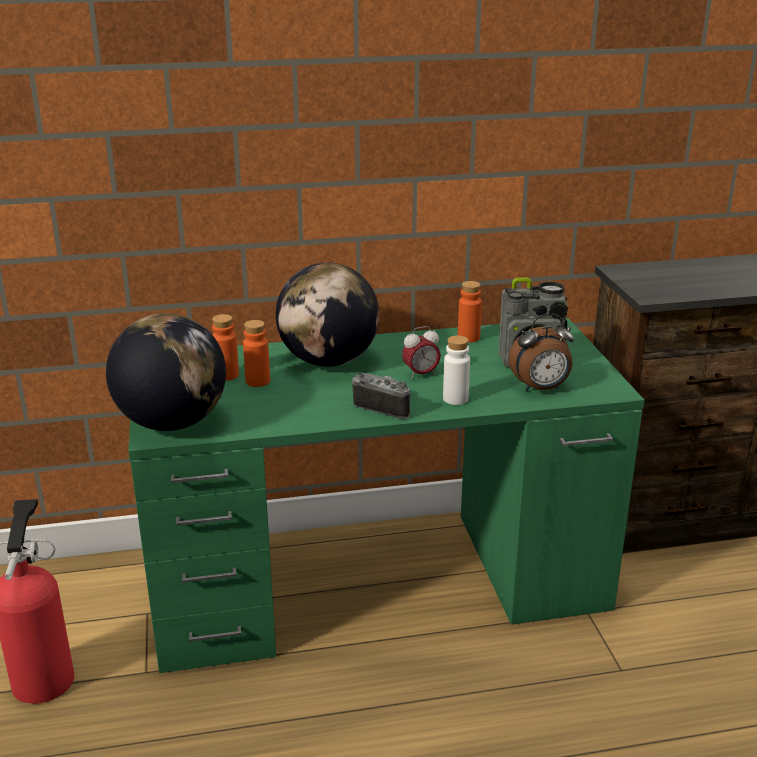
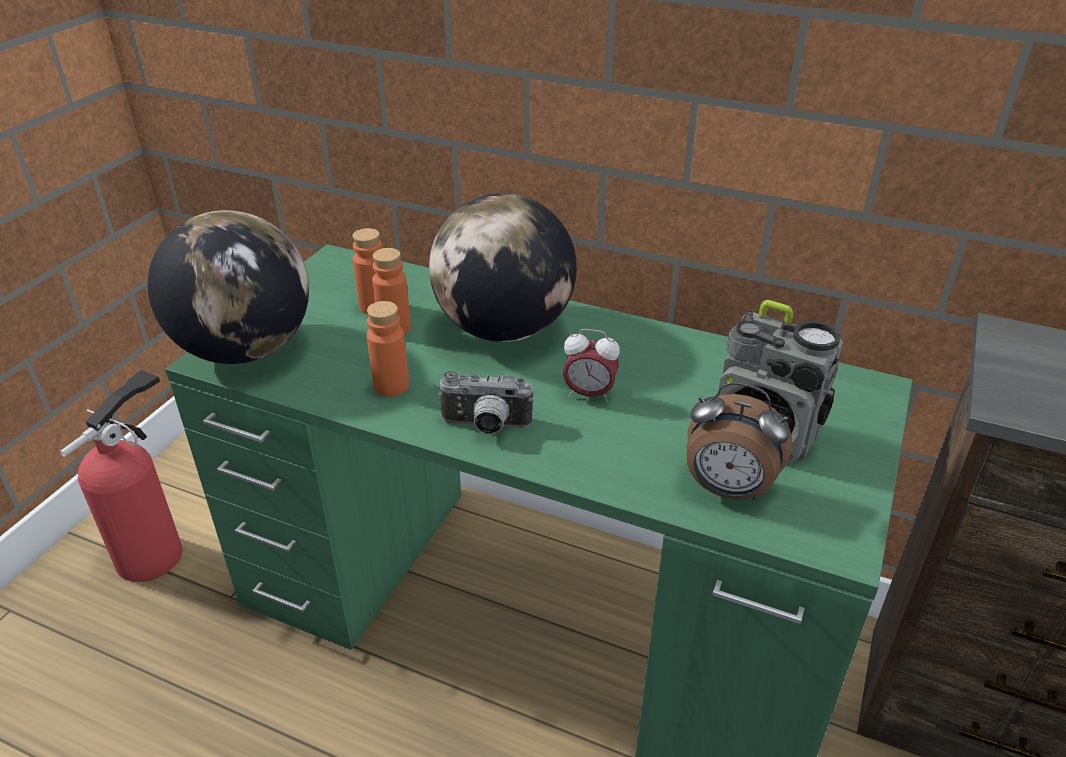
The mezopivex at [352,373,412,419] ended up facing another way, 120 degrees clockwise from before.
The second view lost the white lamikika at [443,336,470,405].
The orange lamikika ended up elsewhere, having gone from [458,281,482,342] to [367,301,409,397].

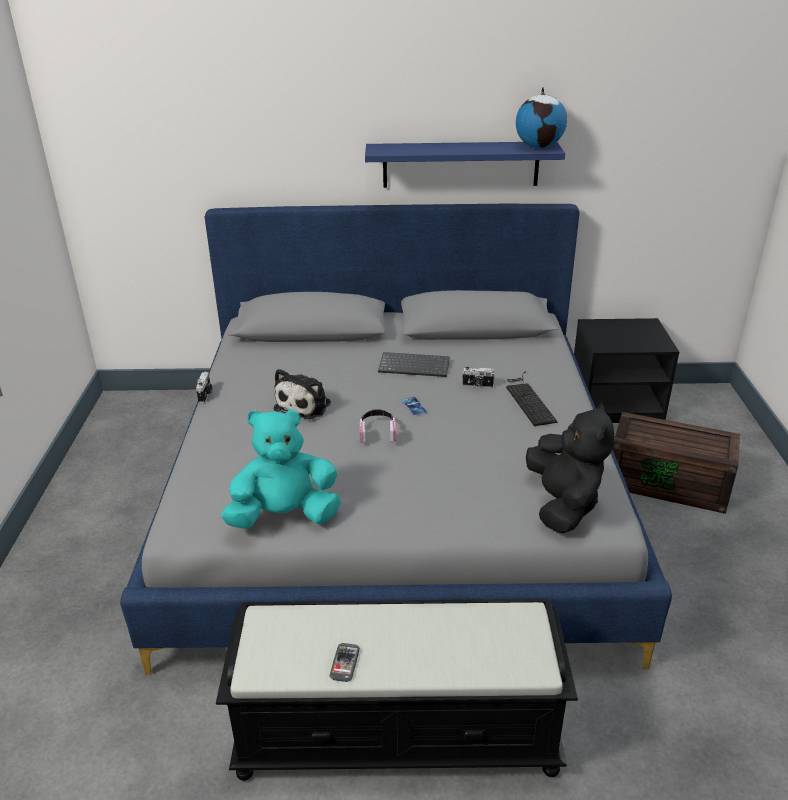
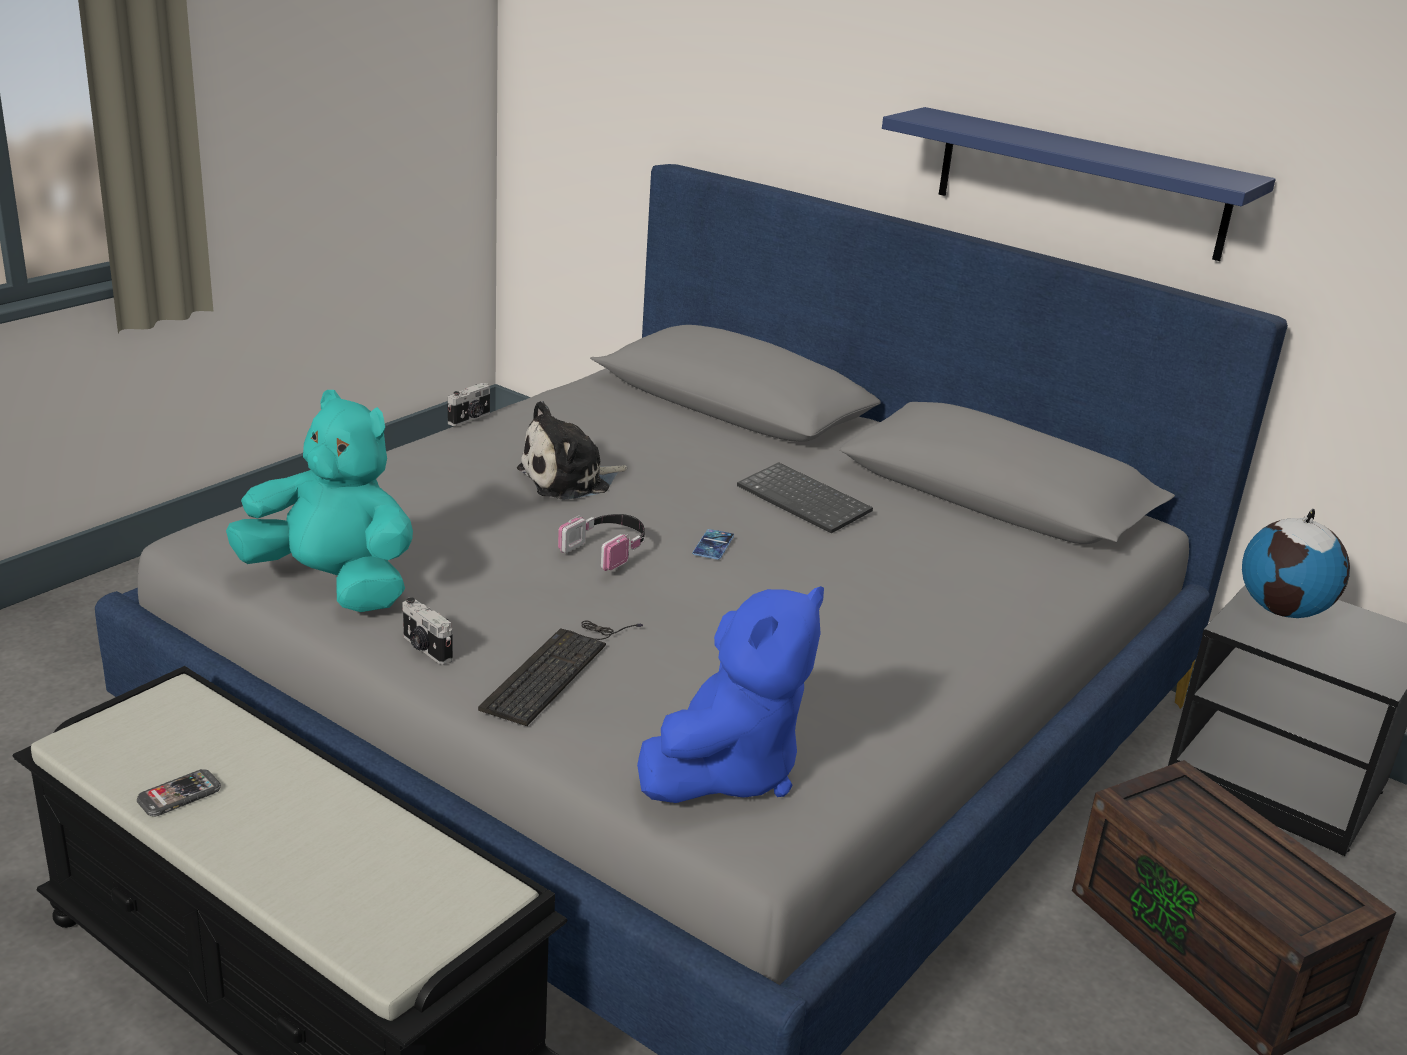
The mezopivex ended up elsewhere, having gone from [462,367,495,388] to [402,597,453,665].
The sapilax ended up elsewhere, having gone from [506,371,558,426] to [478,620,643,726].
The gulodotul ended up elsewhere, having gone from [516,87,567,148] to [1242,509,1350,618].
What was the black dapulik at [526,402,614,534] turned into the blue dapulik at [637,586,824,803].

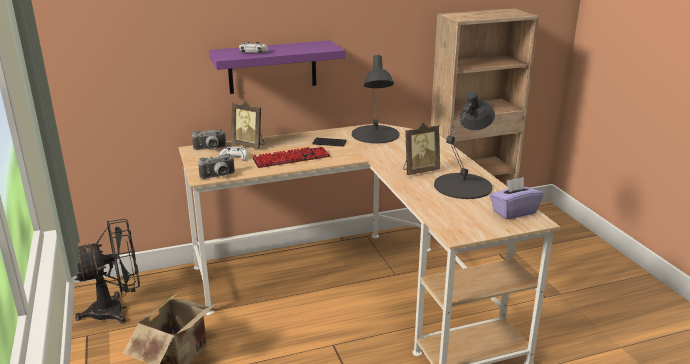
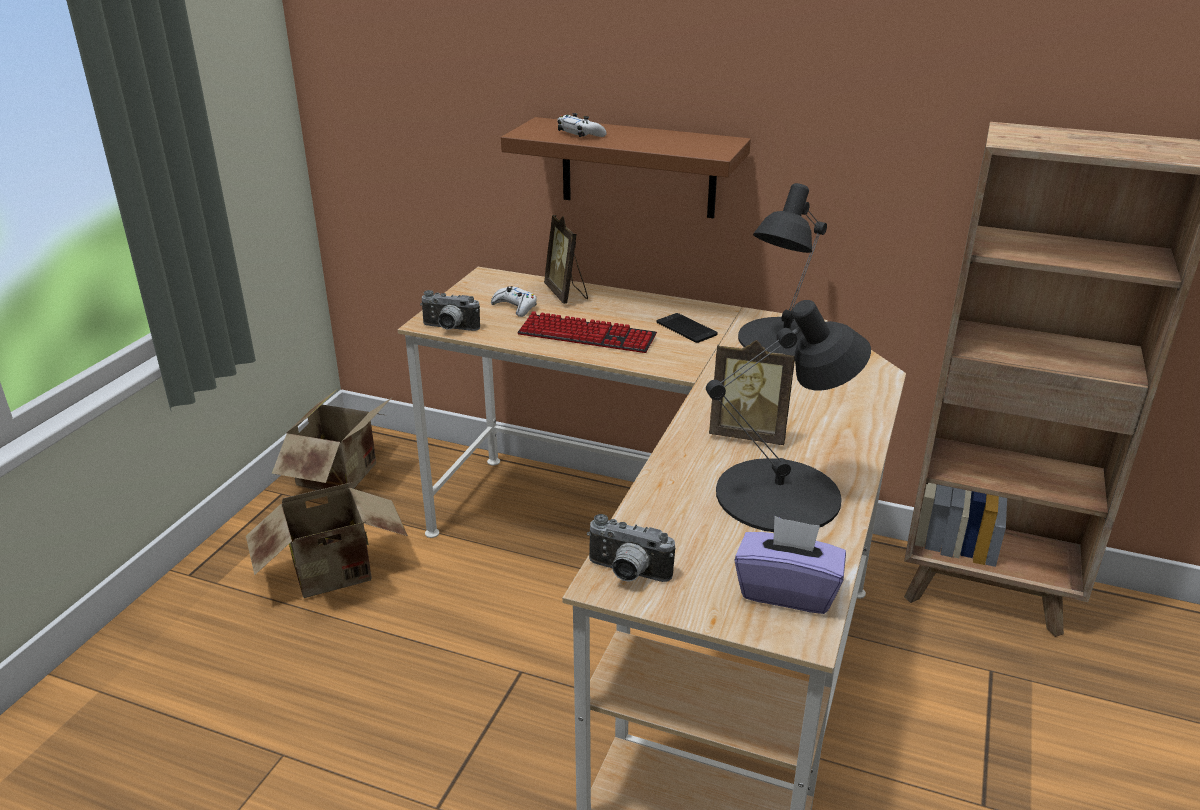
Where the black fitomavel stood at [74,219,140,324], the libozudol came to stand at [272,390,391,490].
The mezopivex ended up elsewhere, having gone from [192,129,226,150] to [587,514,675,582].
What was the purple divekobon at [209,40,345,94] turned into the brown divekobon at [501,117,751,218].

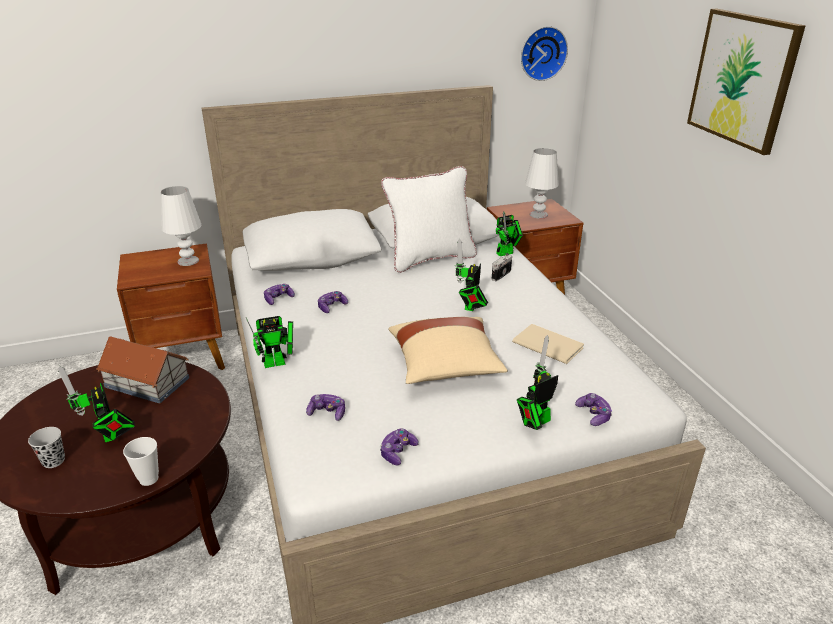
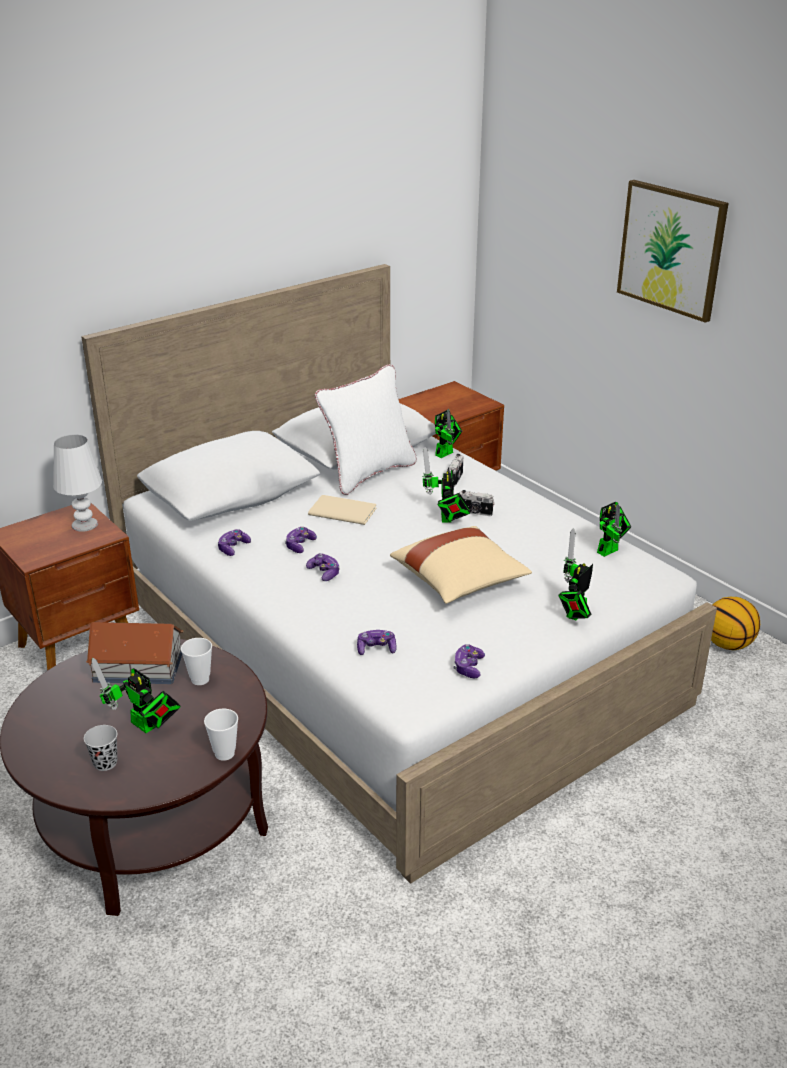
The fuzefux ended up elsewhere, having gone from [246,316,293,368] to [597,502,631,557].
The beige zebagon ended up elsewhere, having gone from [512,324,584,364] to [308,495,377,525].
The second view lost the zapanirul at [521,26,568,81].
The second view lost the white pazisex at [525,148,559,219].
The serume ended up elsewhere, having gone from [575,393,612,426] to [306,553,340,581].
The second view gained the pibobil at [181,638,212,685].
The second view gained the mezopivex at [460,490,495,516].
The second view gained the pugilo at [711,597,760,650].

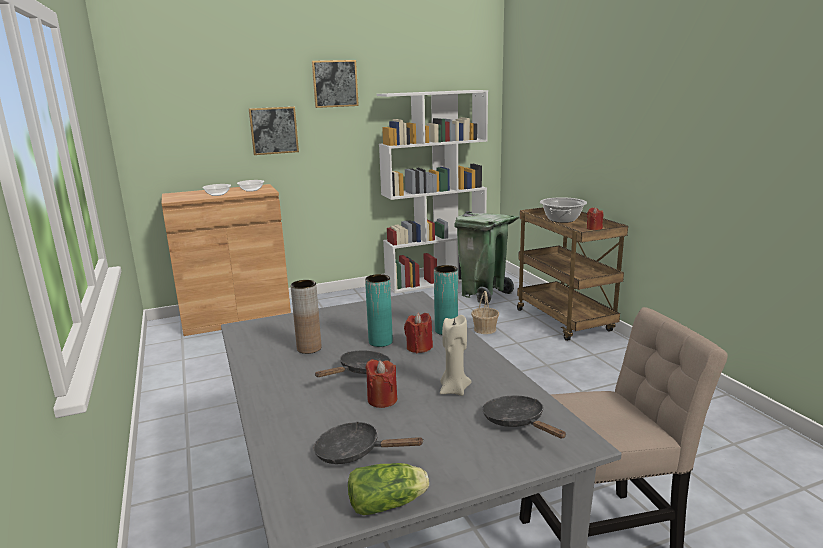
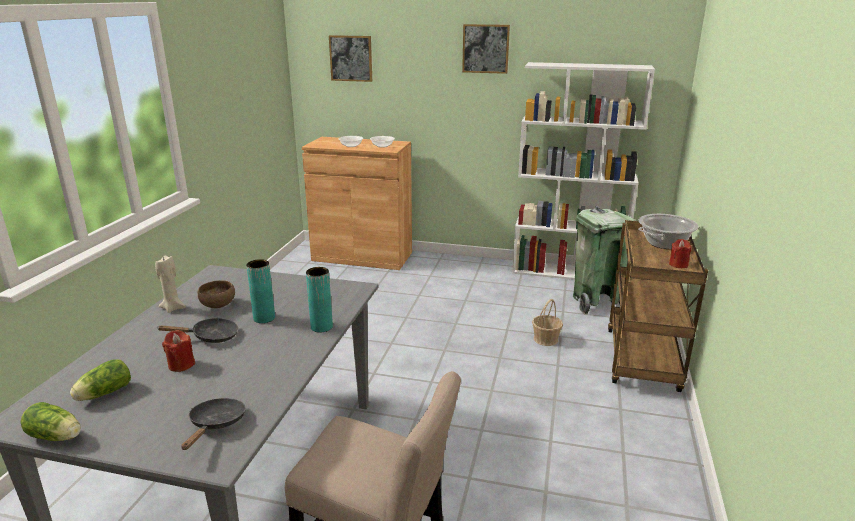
The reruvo ended up elsewhere, having gone from [249,106,299,155] to [329,35,372,82].
Where the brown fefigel stood at [290,280,321,354], the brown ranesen came to stand at [197,280,235,308].
Where the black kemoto stood at [313,421,424,464], the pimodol came to stand at [70,359,131,401].
The second view lost the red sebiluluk at [404,313,433,353].
The beige sebiluluk ended up elsewhere, having gone from [440,315,472,396] to [155,255,186,313].

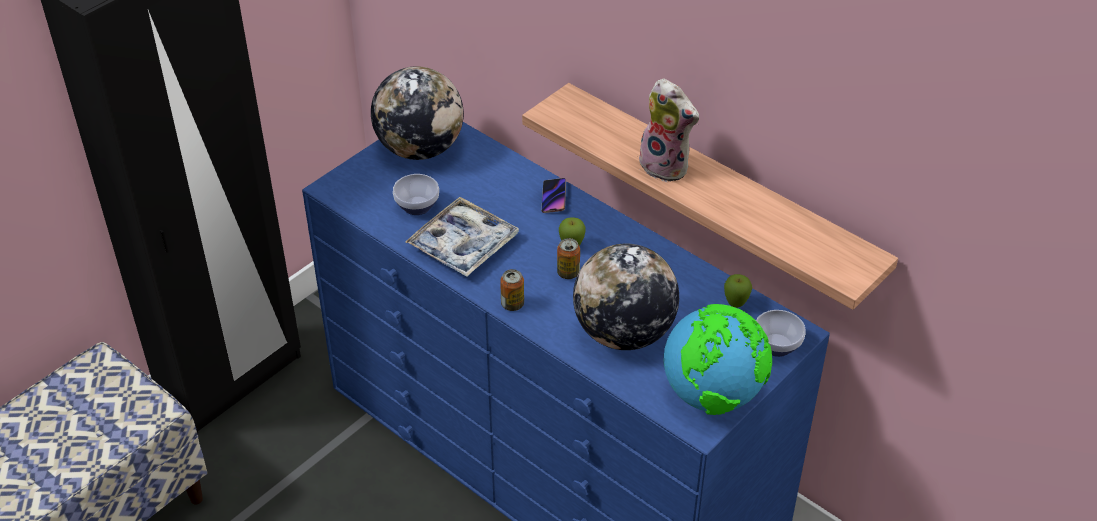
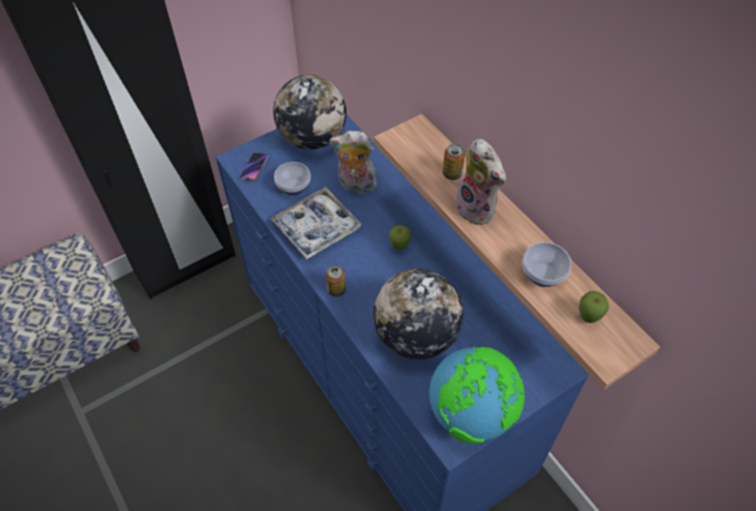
The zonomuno ended up elsewhere, having gone from [541,178,566,213] to [240,153,269,181].
The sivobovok ended up elsewhere, having gone from [557,238,580,279] to [443,144,465,180].
The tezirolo ended up elsewhere, having gone from [724,274,752,308] to [579,291,609,323].
The ranesen ended up elsewhere, having gone from [756,310,805,357] to [522,242,572,287].
The second view gained the dapulik at [330,131,377,193].

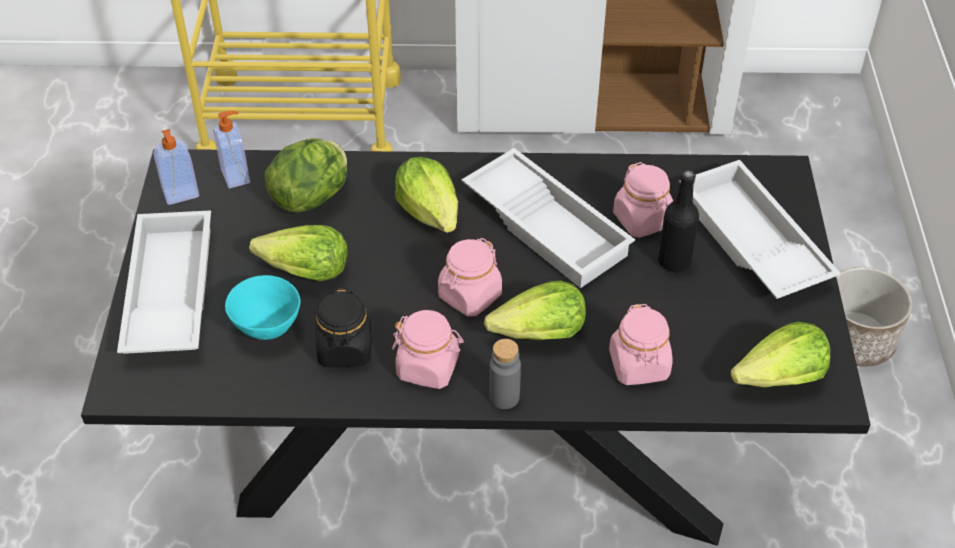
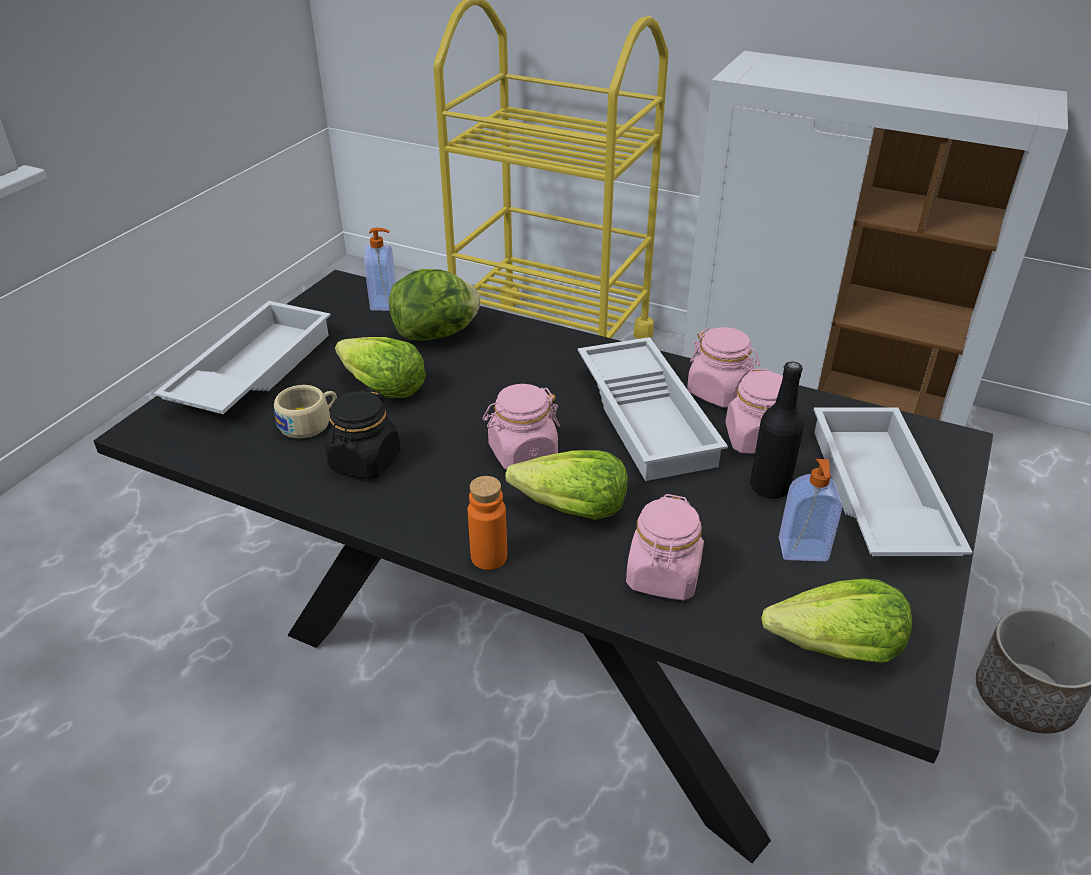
The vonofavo ended up elsewhere, having gone from [153,129,199,205] to [779,459,842,561].
Where the turquoise ranesen stood at [225,275,300,340], the beige pibobil came to stand at [274,385,337,439].
The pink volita ended up elsewhere, having gone from [392,310,464,389] to [687,327,760,408].
The second view lost the pimodol at [395,157,458,233].
What was the grey lamikika at [489,339,521,409] turned into the orange lamikika at [468,476,507,570].

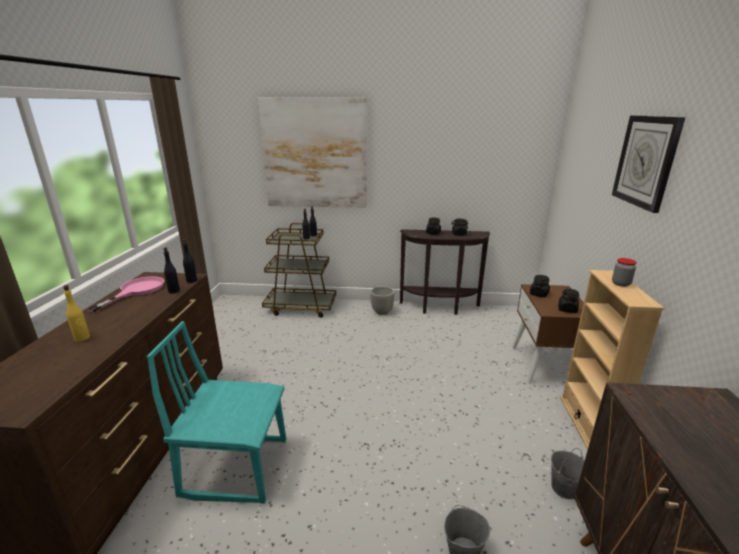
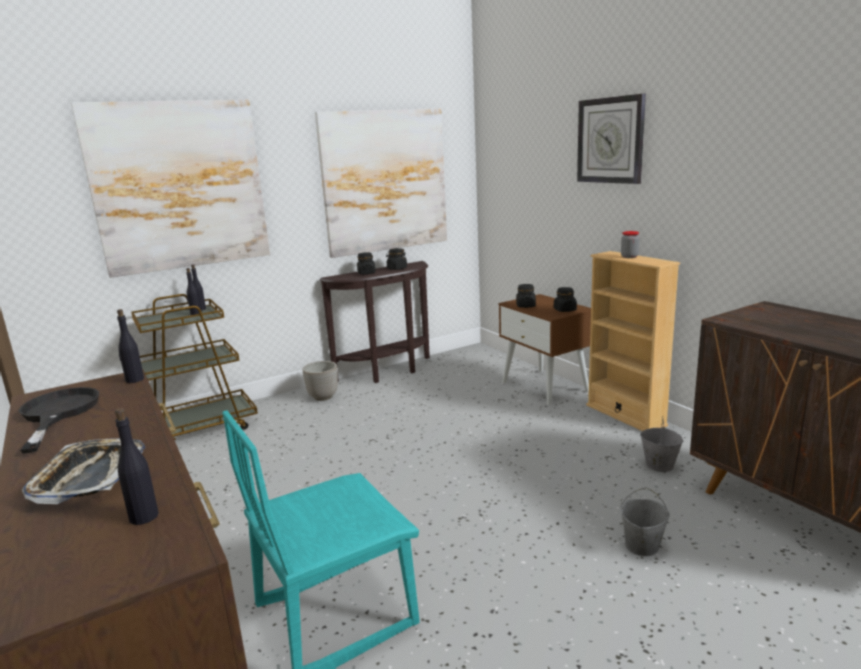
Where the yellow lamikika stood at [63,285,90,342], the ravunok came to stand at [22,438,145,504].
What was the pink kemoto at [87,276,164,312] turned into the black kemoto at [19,387,99,454].
The black lamikika ended up elsewhere, having gone from [163,247,180,293] to [115,408,159,525].
The second view gained the reruvo at [315,109,447,258].

